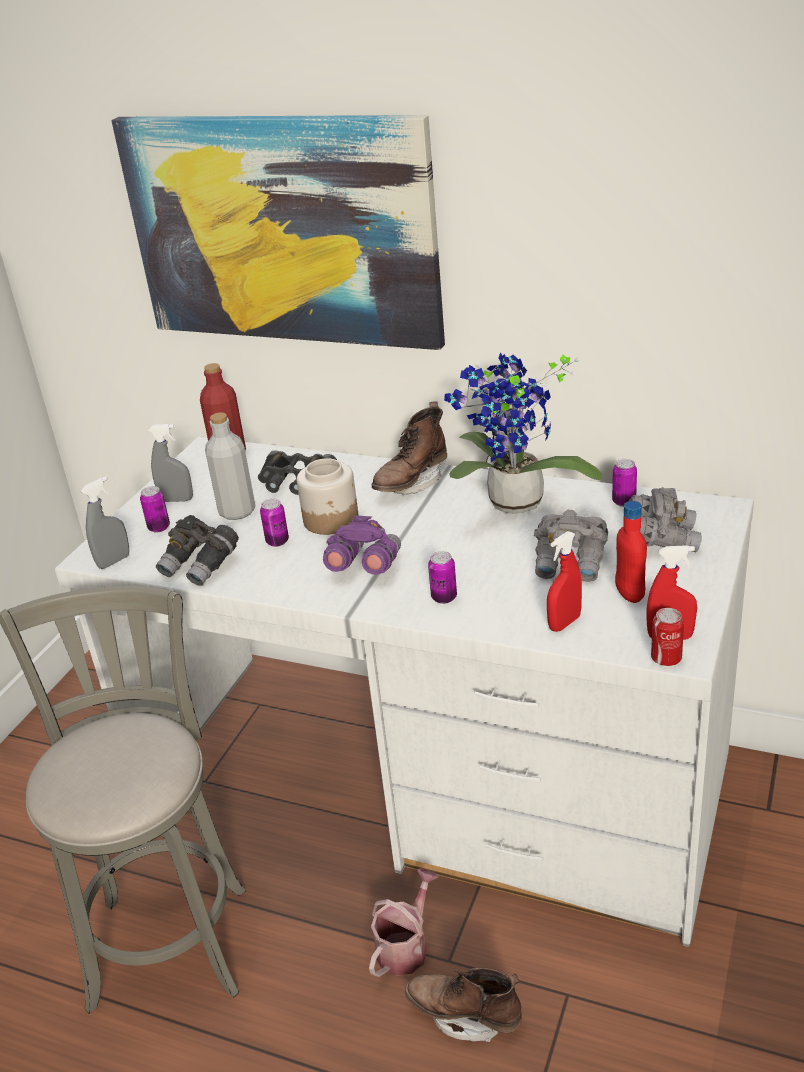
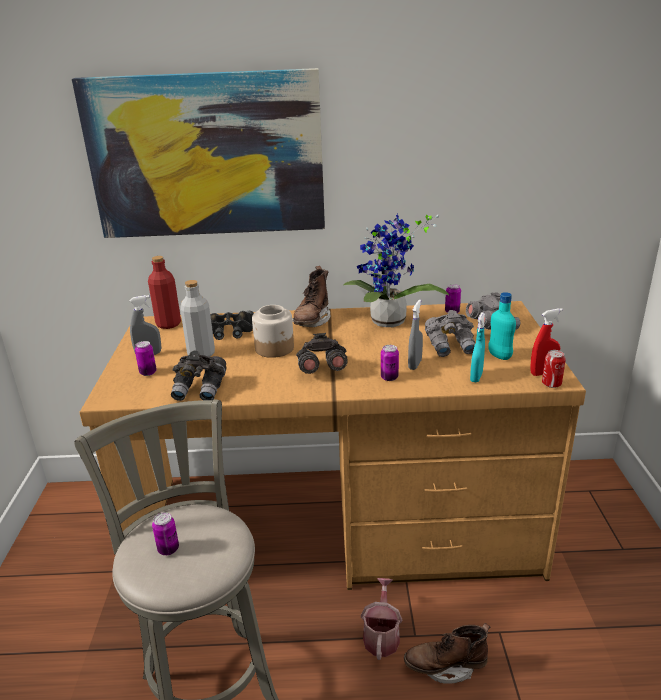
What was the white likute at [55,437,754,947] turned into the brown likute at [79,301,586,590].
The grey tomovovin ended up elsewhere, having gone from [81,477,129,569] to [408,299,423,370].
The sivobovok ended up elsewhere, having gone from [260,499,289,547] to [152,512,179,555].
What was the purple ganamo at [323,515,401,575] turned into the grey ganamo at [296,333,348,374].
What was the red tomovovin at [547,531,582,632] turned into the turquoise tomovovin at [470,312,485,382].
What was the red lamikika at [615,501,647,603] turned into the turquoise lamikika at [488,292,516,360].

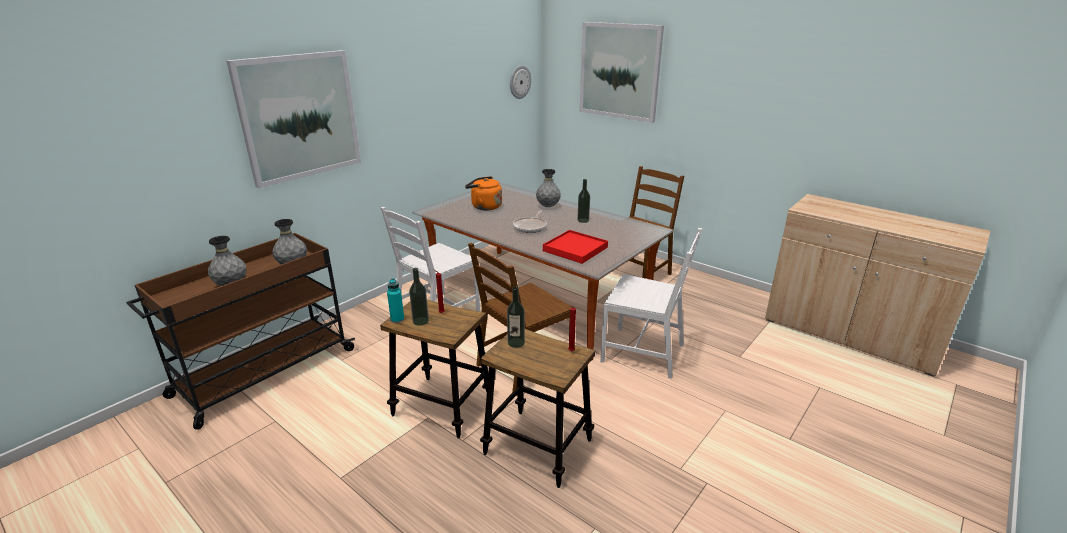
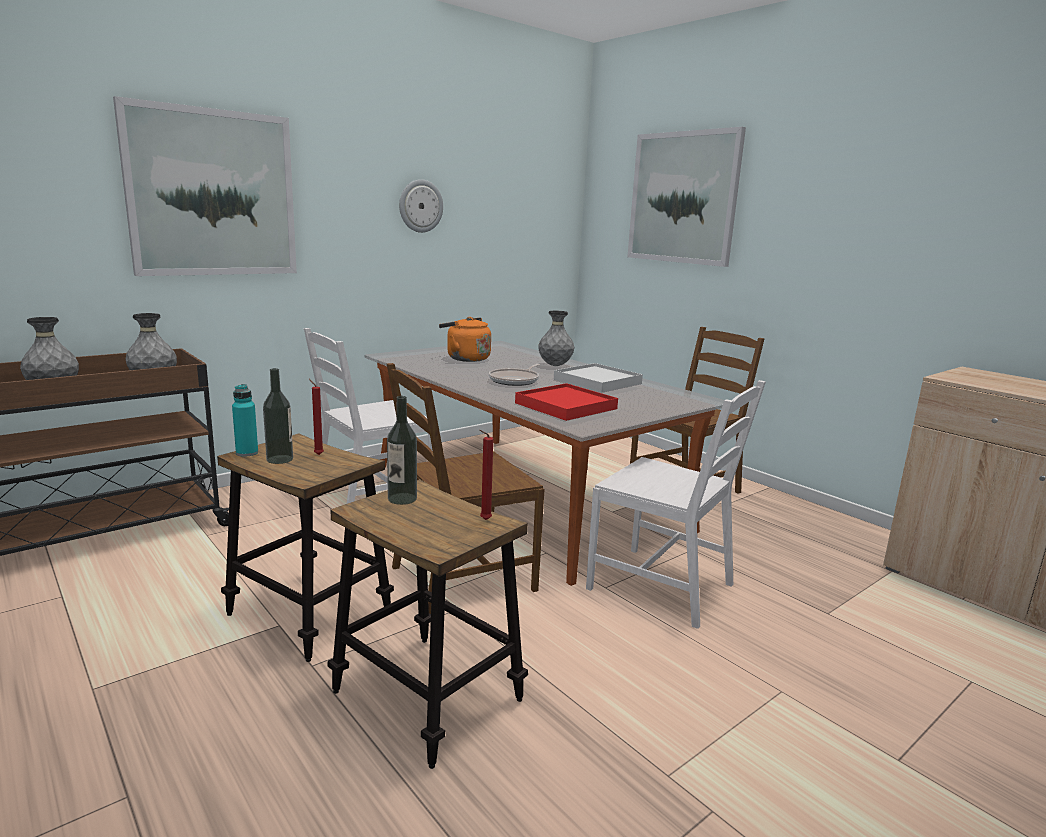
The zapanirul ended up elsewhere, having gone from [510,65,531,99] to [399,179,443,233].
Where the lamikika stood at [577,179,590,223], the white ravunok came to stand at [554,363,643,393].

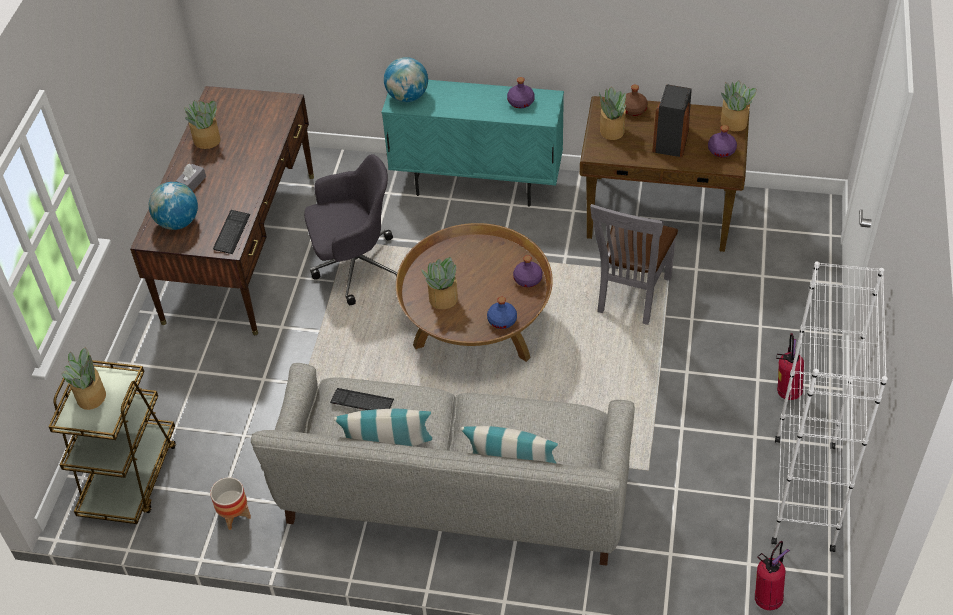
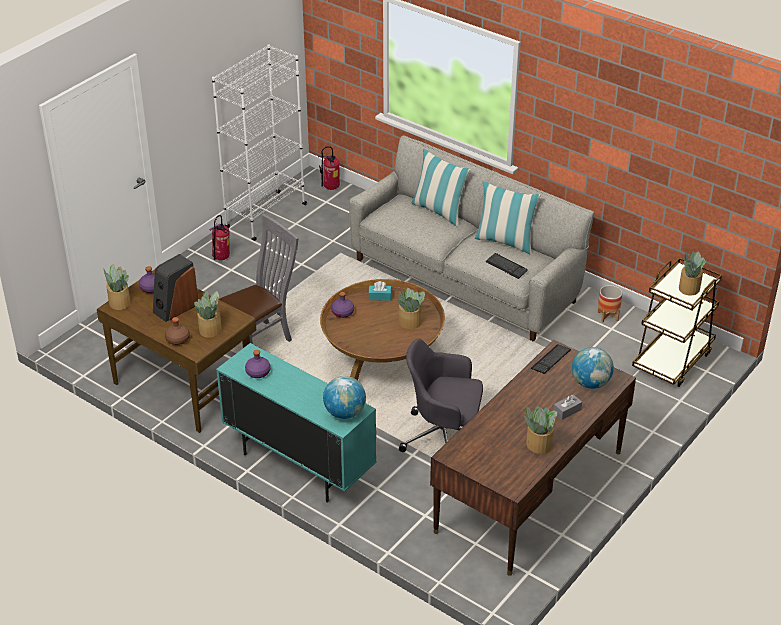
Where the blue lamikika stood at [487,297,517,329], the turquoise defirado came to stand at [368,281,392,301].

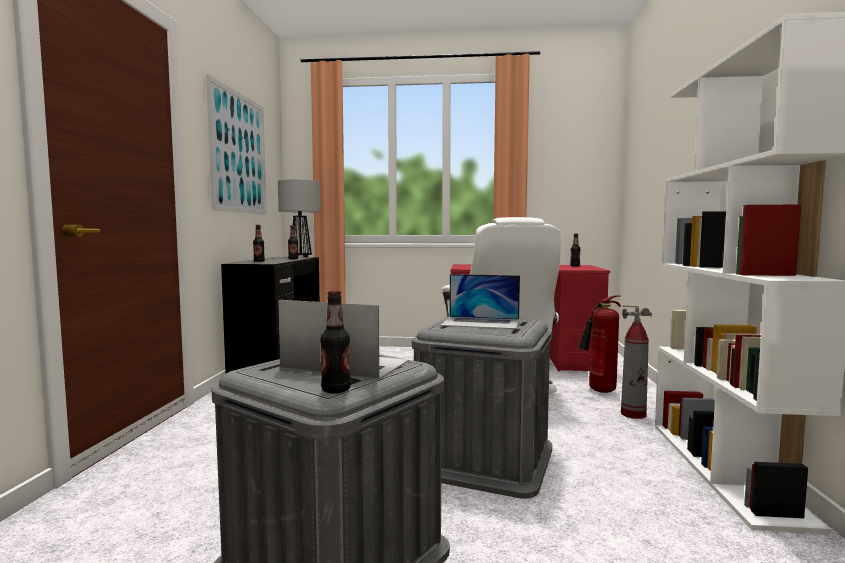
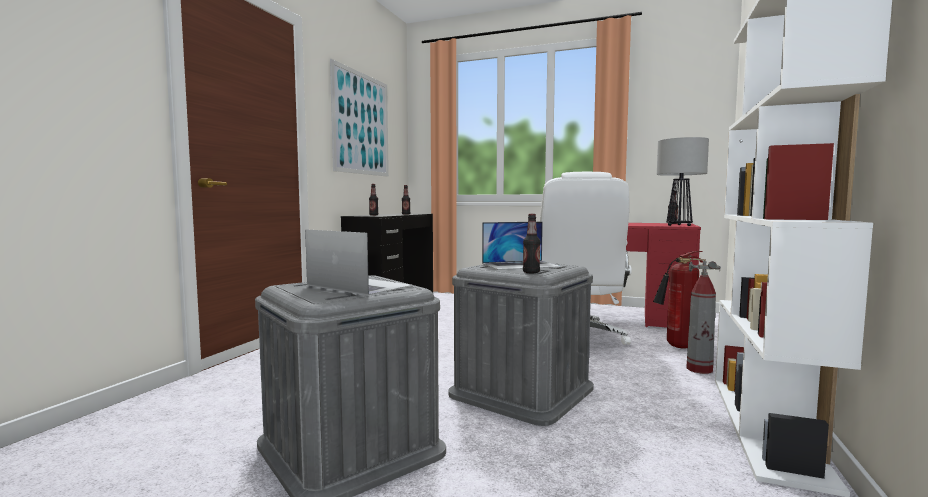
The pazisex ended up elsewhere, having gone from [278,179,321,258] to [657,137,709,226].
The lamikika ended up elsewhere, having gone from [320,290,351,394] to [523,214,540,273].
The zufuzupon at [440,274,520,329] ended up facing another way, 45 degrees counterclockwise from before.

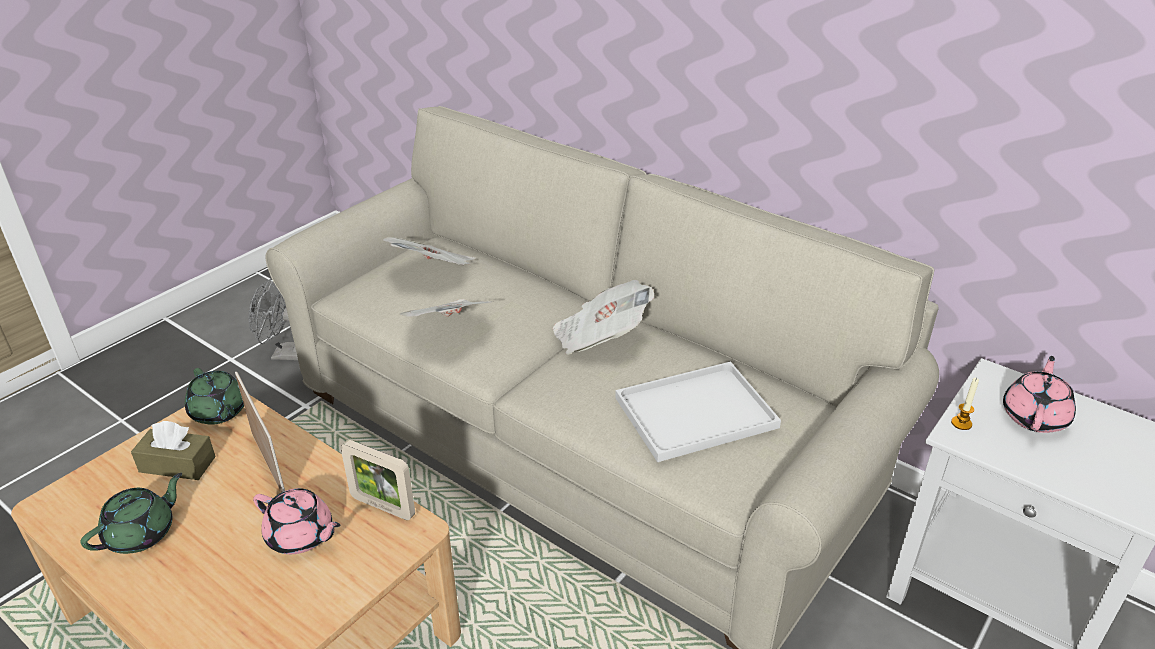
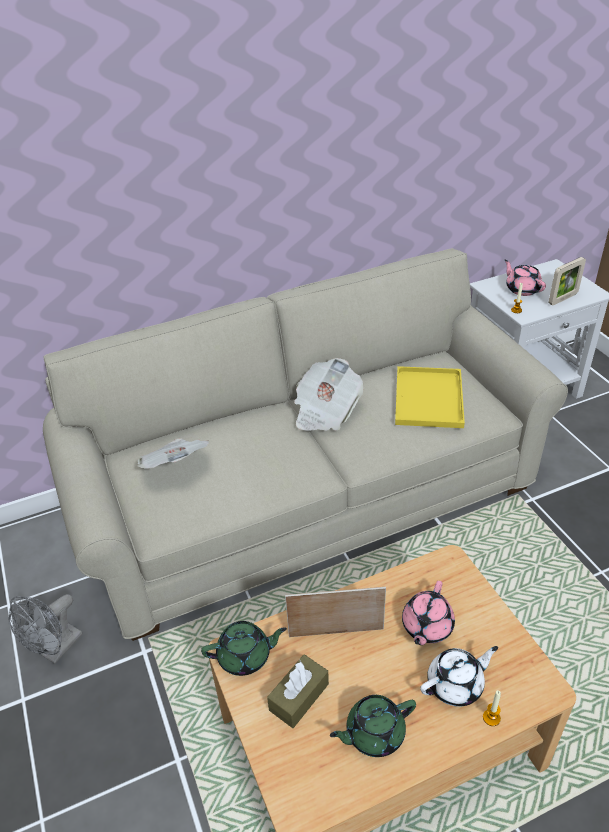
The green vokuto at [80,473,182,554] ended up facing another way, 90 degrees counterclockwise from before.
The pink vokuto at [253,488,340,554] ended up facing another way, 150 degrees clockwise from before.
The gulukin ended up elsewhere, having gone from [341,440,415,520] to [549,257,586,305].
The second view lost the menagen at [400,299,490,317].
What was the white ravunok at [615,361,781,462] turned into the yellow ravunok at [395,366,465,428].
The second view gained the white vokuto at [420,646,498,707].
The second view gained the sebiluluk at [483,690,501,726].

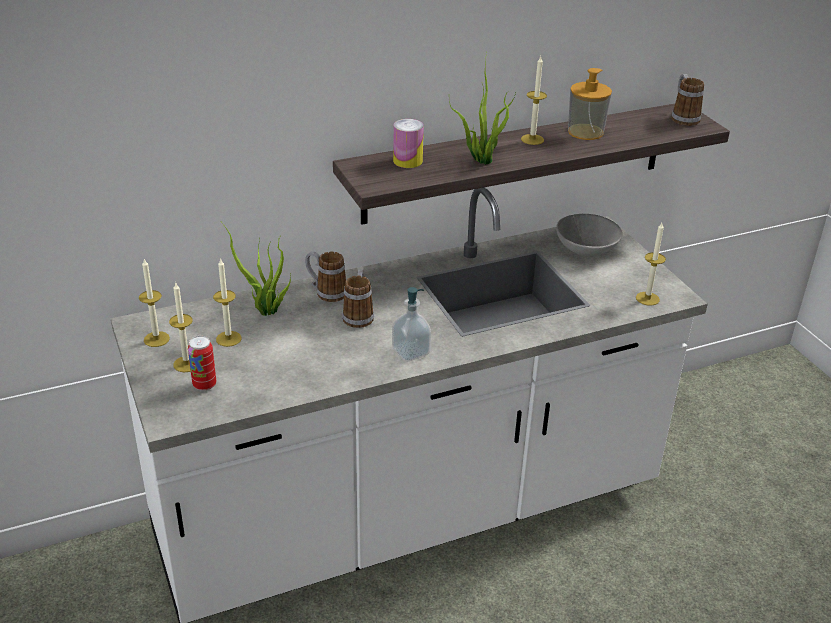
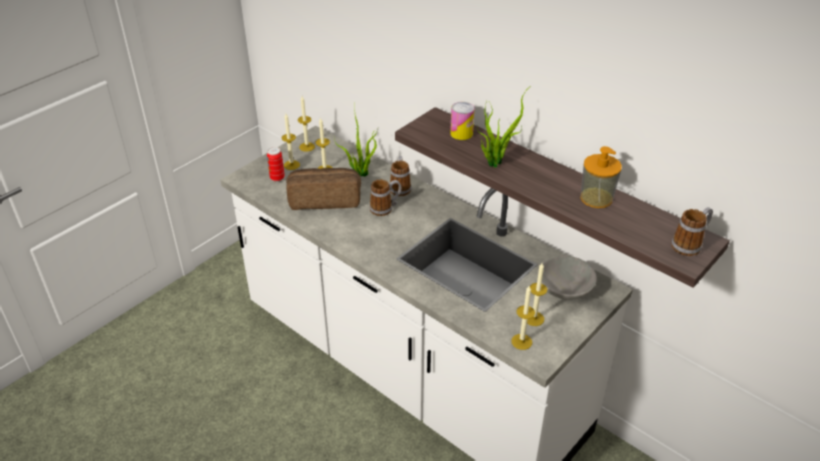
The second view lost the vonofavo at [392,287,431,362].
The sebiluluk ended up elsewhere, having gone from [521,56,547,145] to [527,263,547,326].
The second view gained the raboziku at [286,168,361,210].

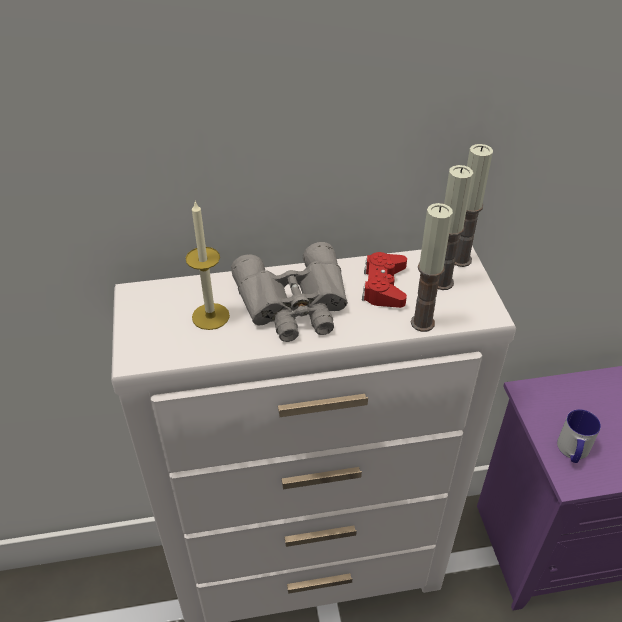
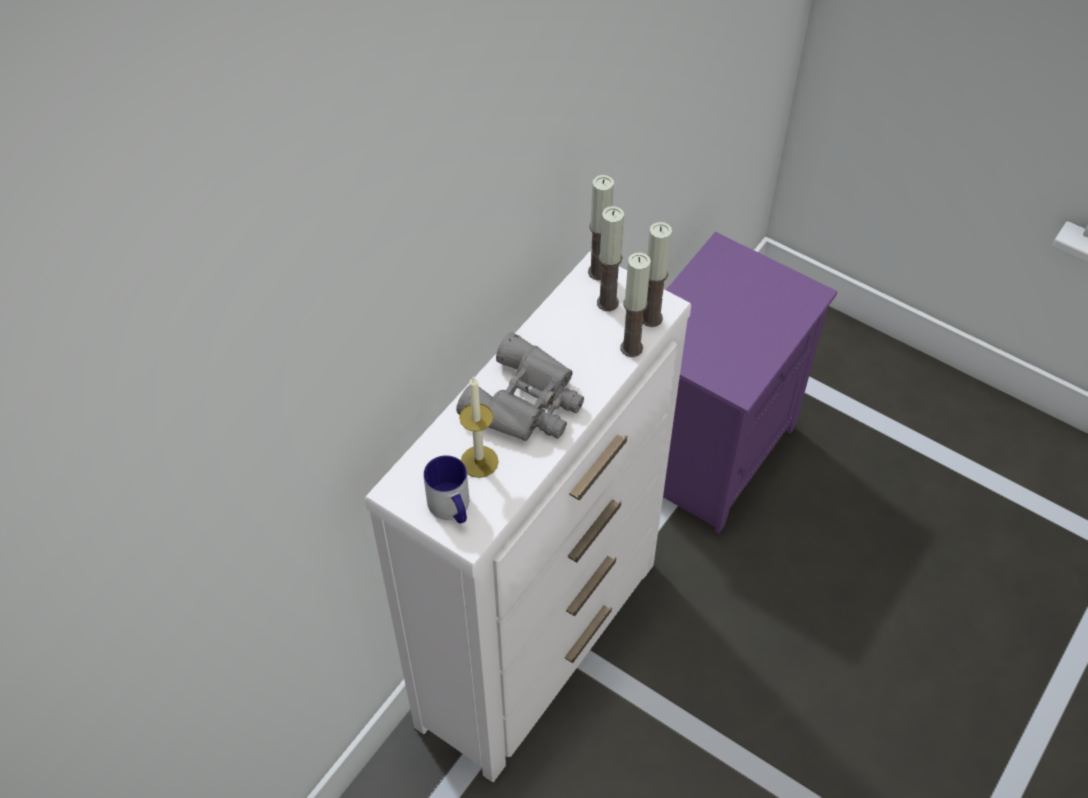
The second view lost the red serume at [362,252,407,308].
The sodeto ended up elsewhere, having gone from [557,409,601,463] to [423,455,469,524].
The second view gained the sebiluluk at [643,222,672,327].

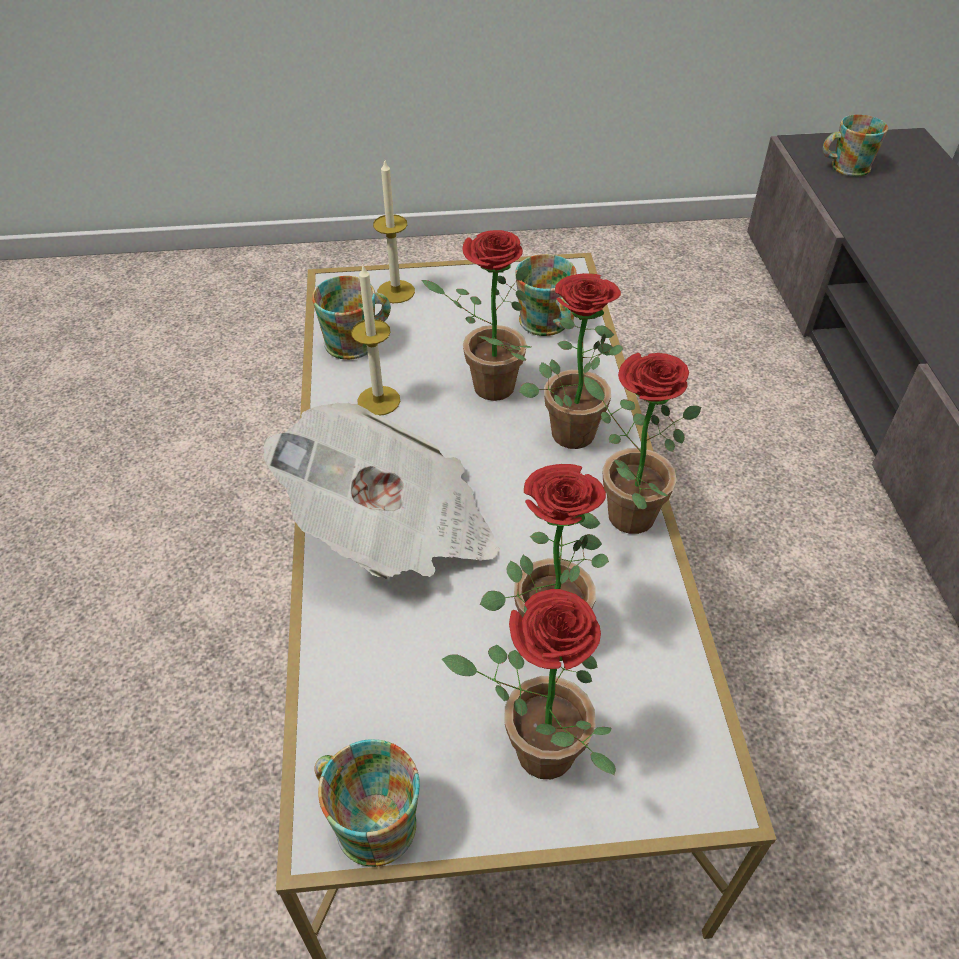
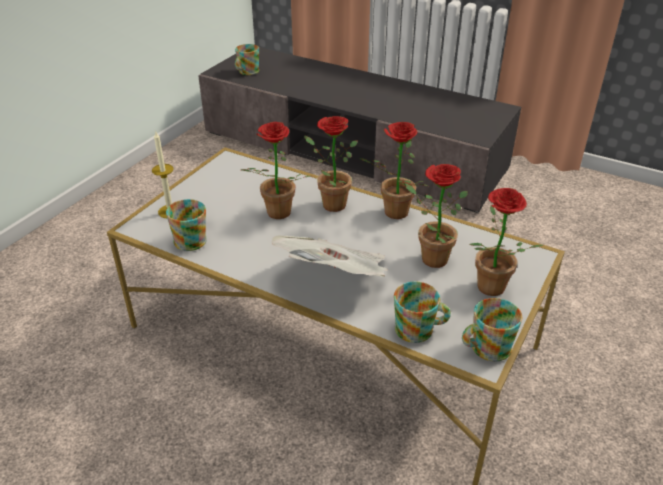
The second view lost the sebiluluk at [351,266,400,416].
The sodeto ended up elsewhere, having gone from [515,254,577,336] to [394,281,451,343].

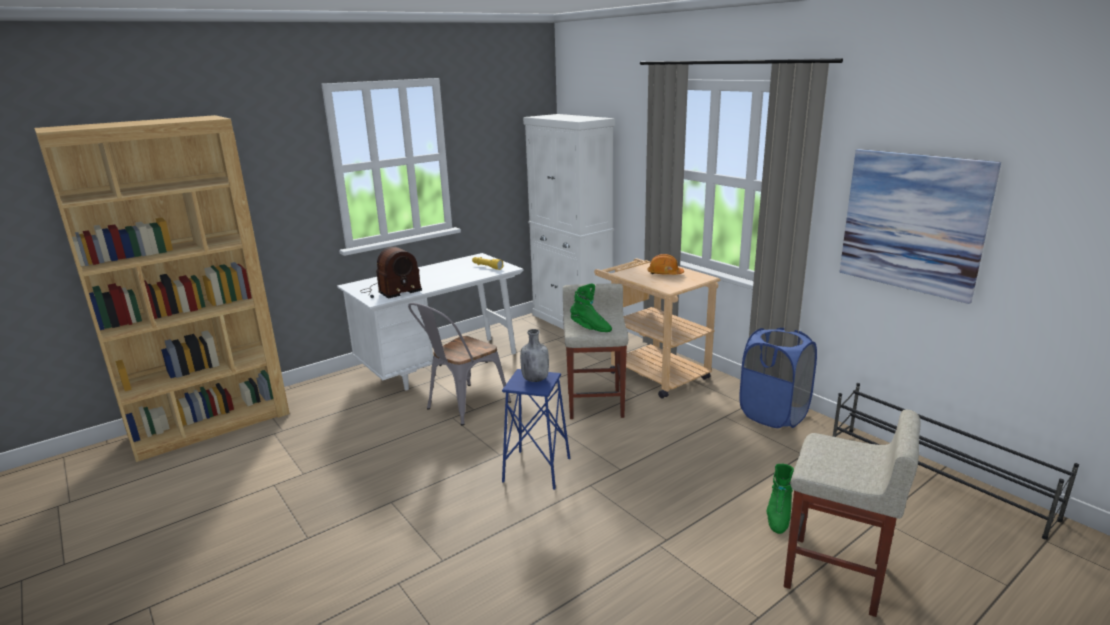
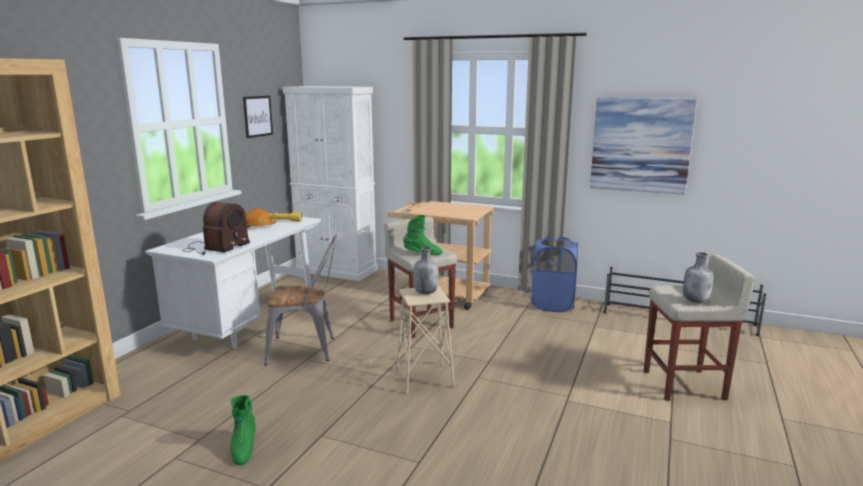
The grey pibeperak at [408,303,511,426] ended up facing another way, 105 degrees counterclockwise from before.
What was the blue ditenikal at [502,369,570,490] turned into the beige ditenikal at [396,286,455,394].
The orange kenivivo ended up elsewhere, having gone from [647,254,684,275] to [246,208,277,228].
The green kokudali ended up elsewhere, having gone from [767,464,794,534] to [231,395,256,465].
The second view gained the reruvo at [243,96,273,138].
The second view gained the grey lamikika at [683,252,714,303].

